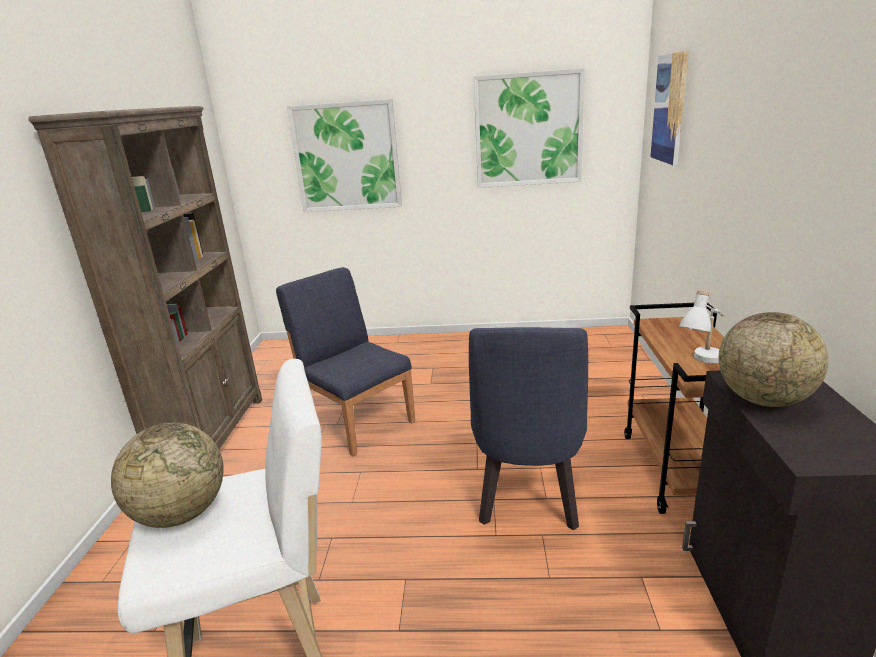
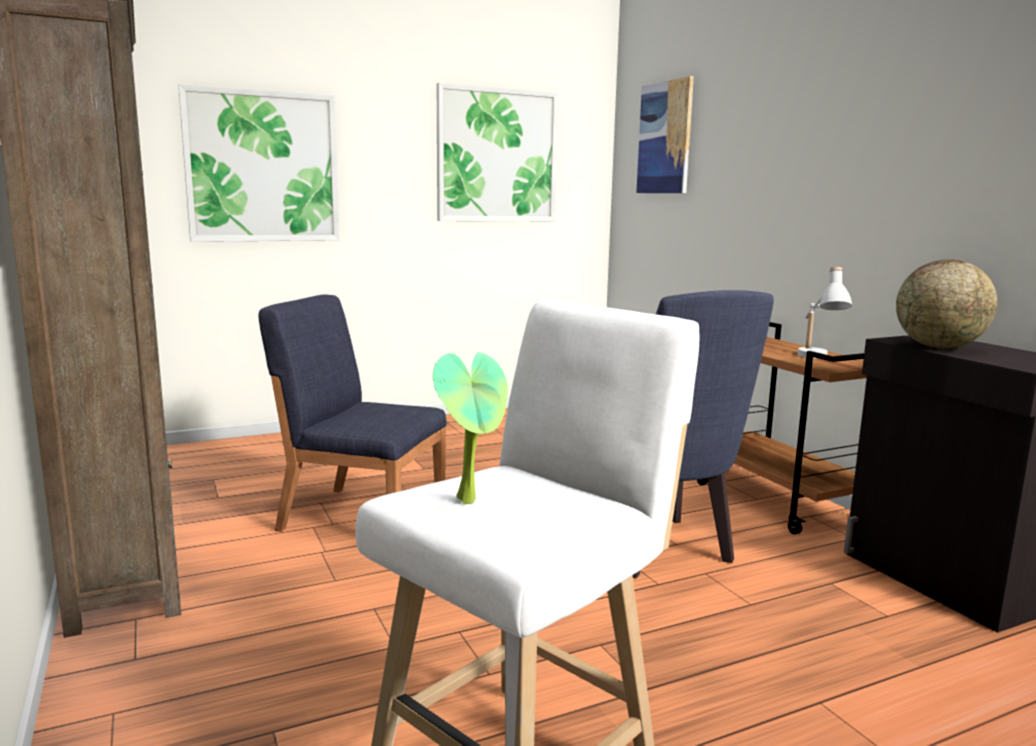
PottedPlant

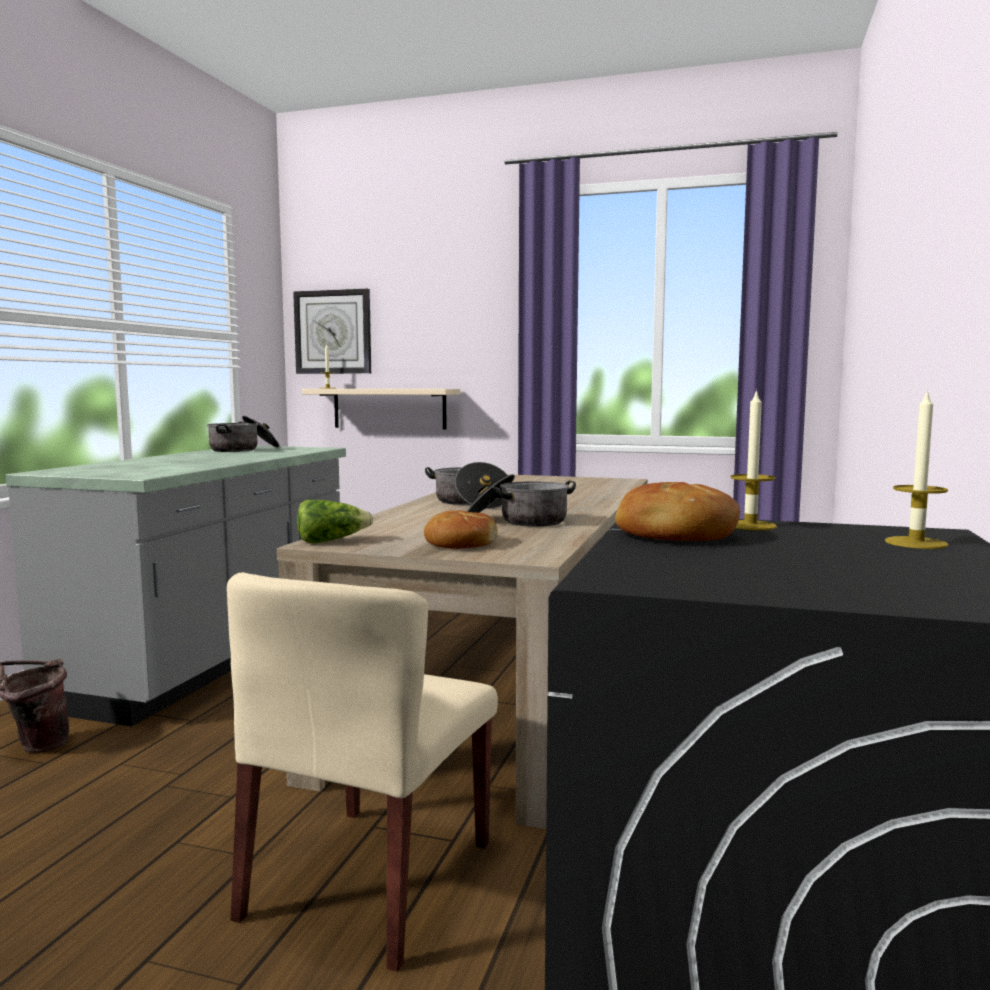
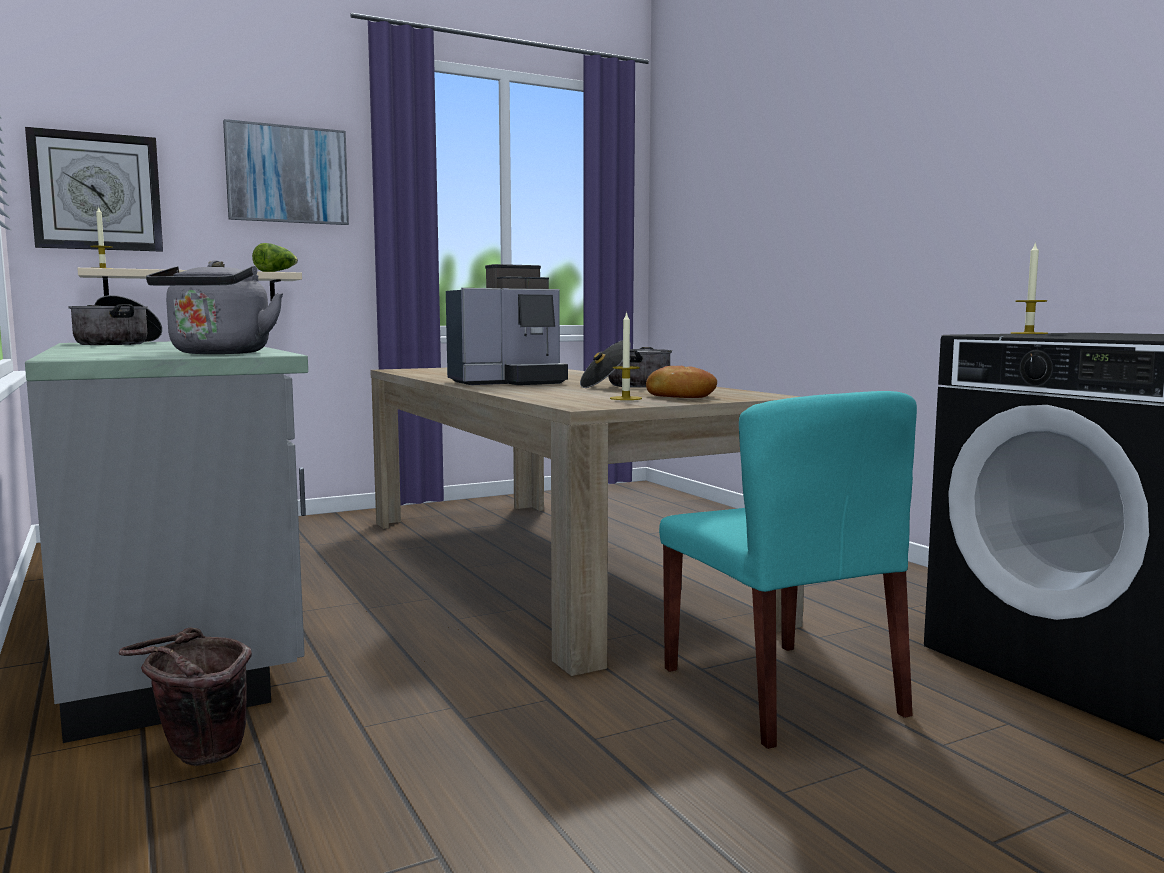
Bread (2nd from left in the first image)
GreyKettle
Picture
Lettuce
Candle (2nd from left)
CoffeeMachine
TurquoiseChair

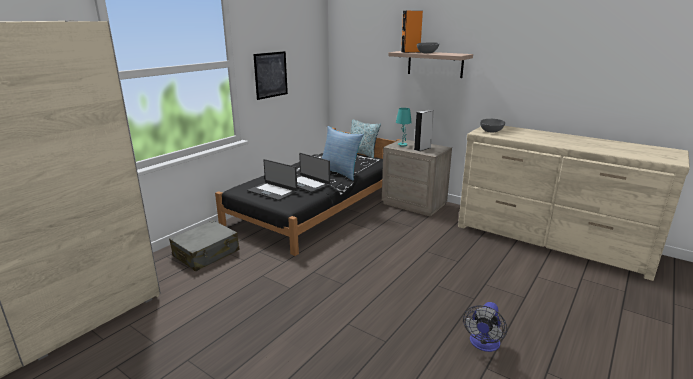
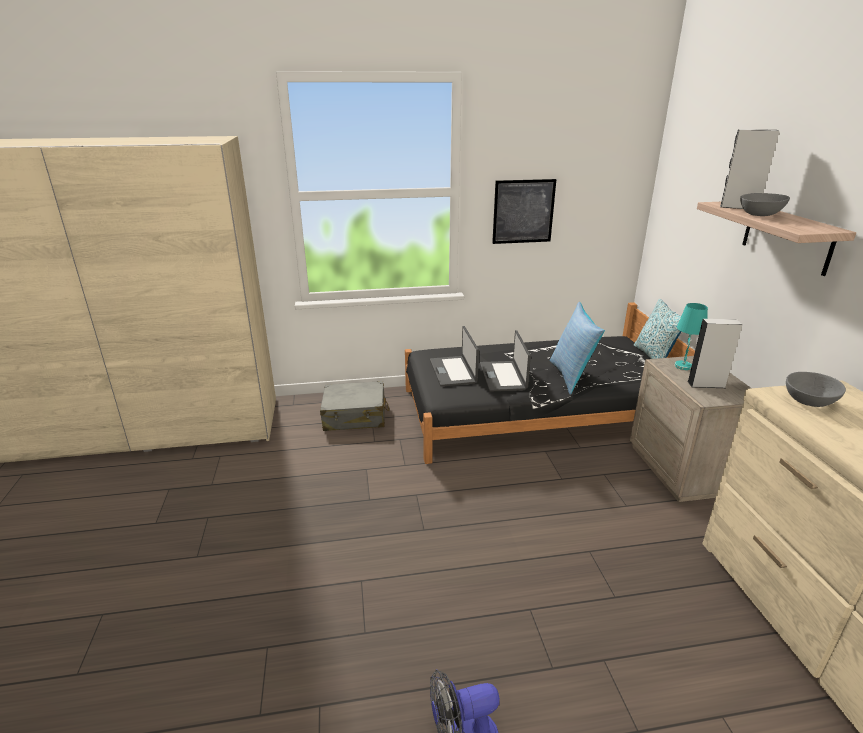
GreySpeaker (2nd from left)

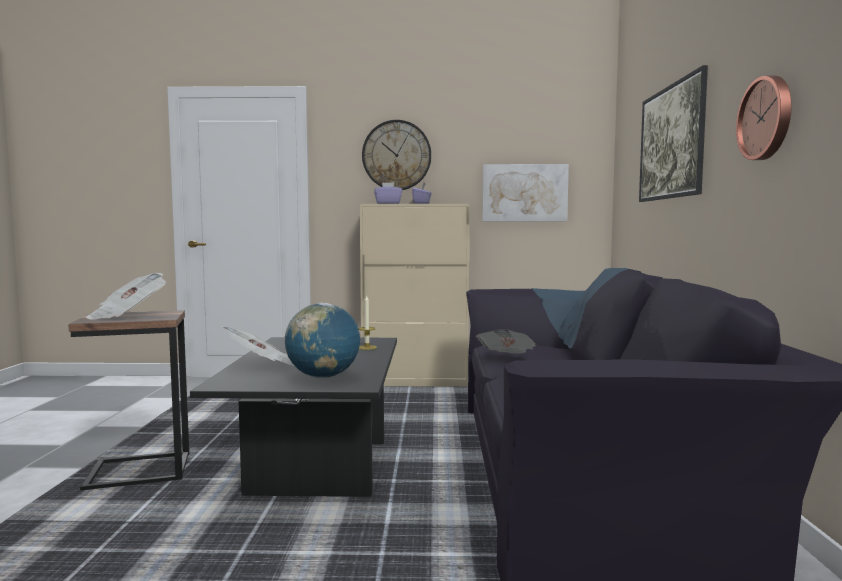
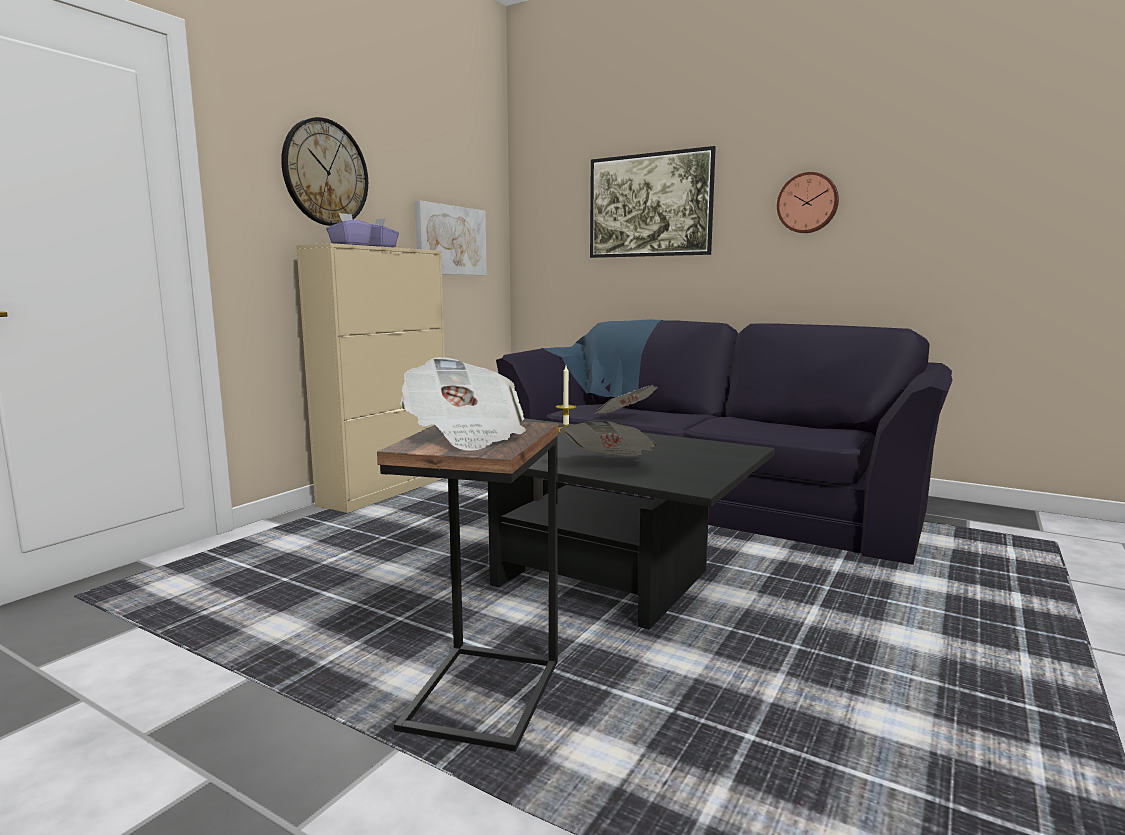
Globe

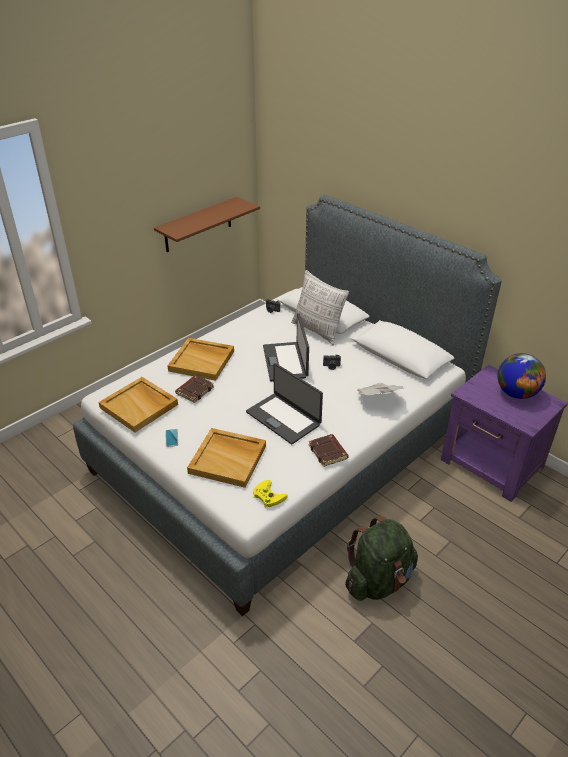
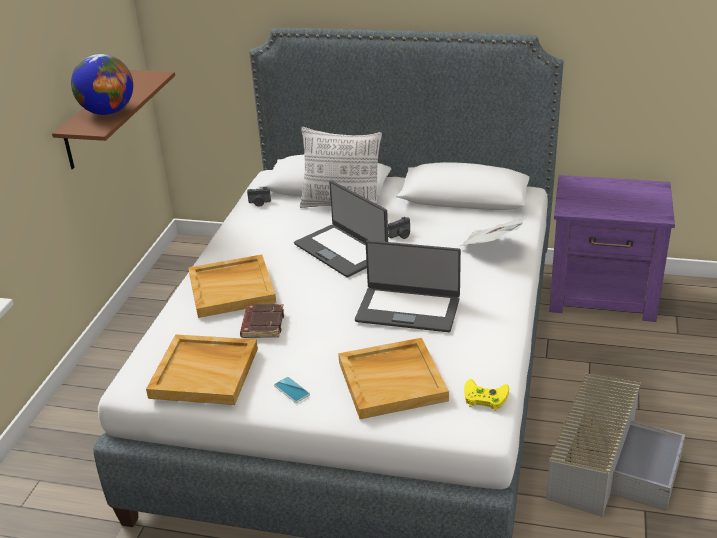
BrownBook (2nd from left in the first image)
Globe
GreyStorageBox

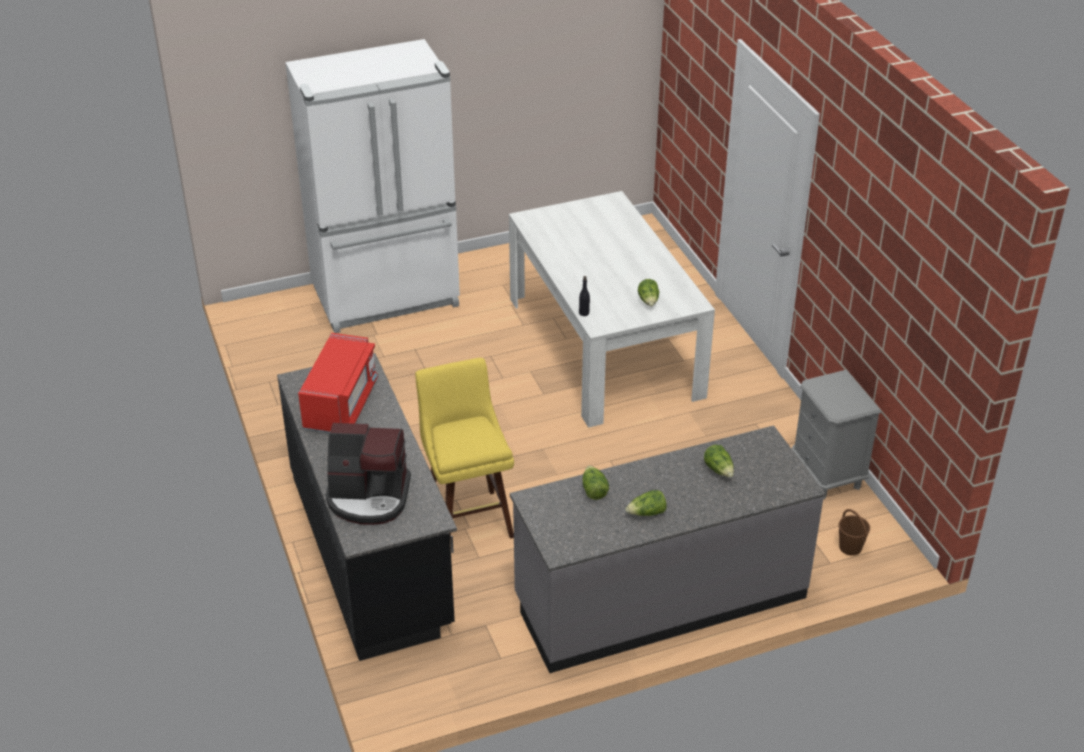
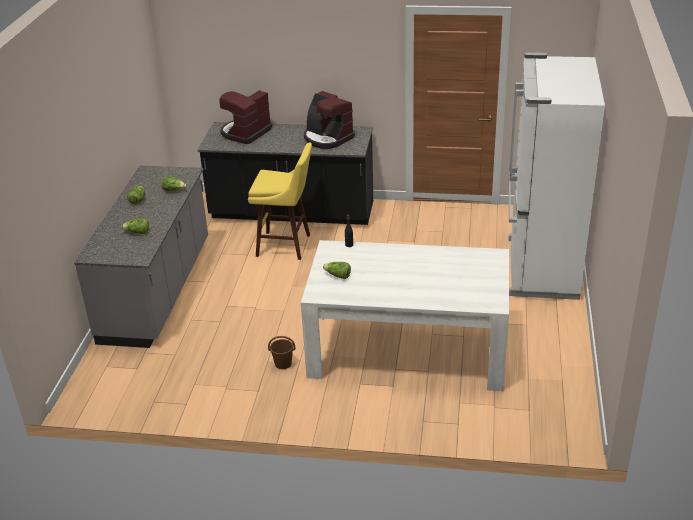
GreyNightstand
BrownBucket
CoffeeMachine (2nd from left)

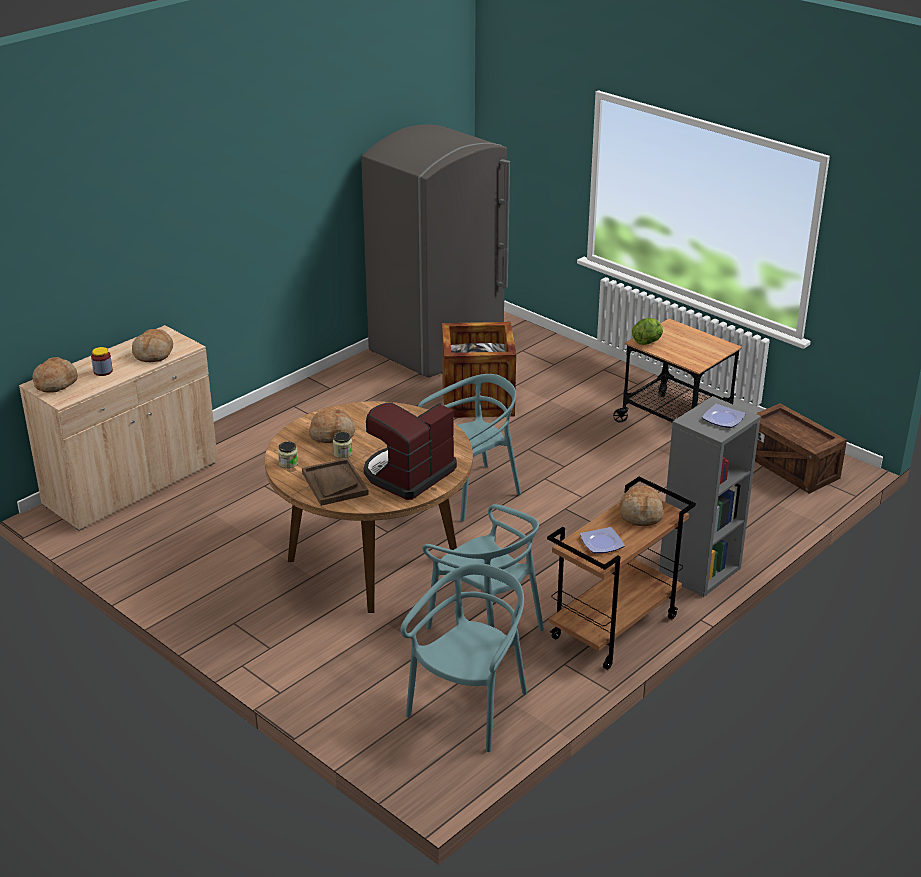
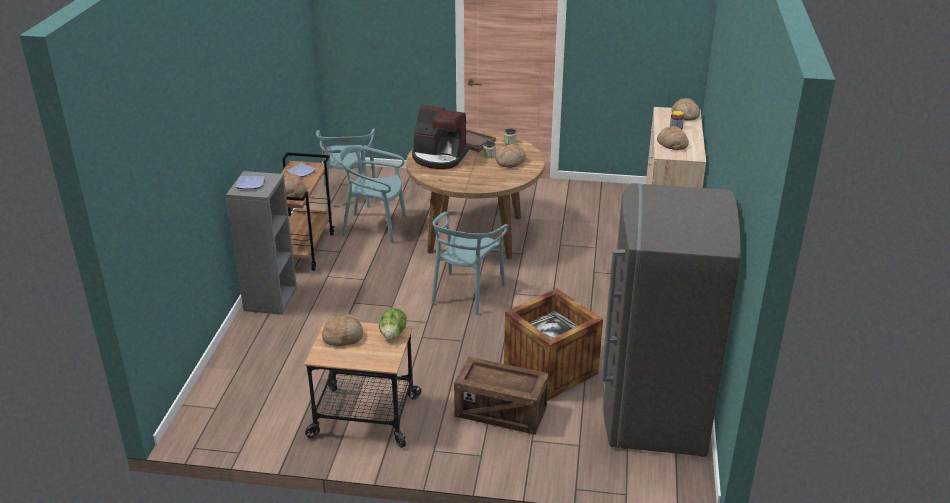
Bread (2nd from left)
Crate (1st from left)
CoffeeMachine

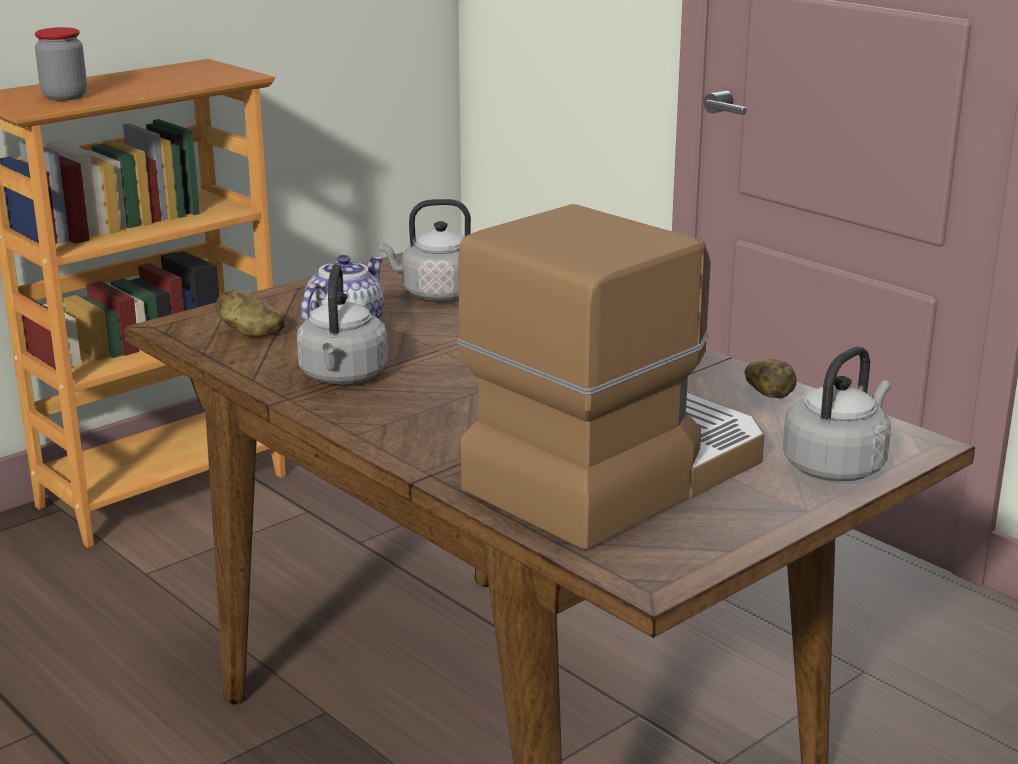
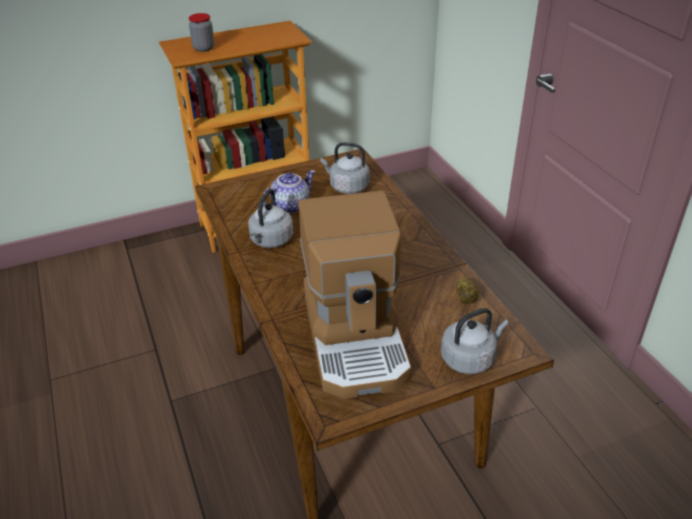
Potato (1st from left in the first image)
CoffeeMachine

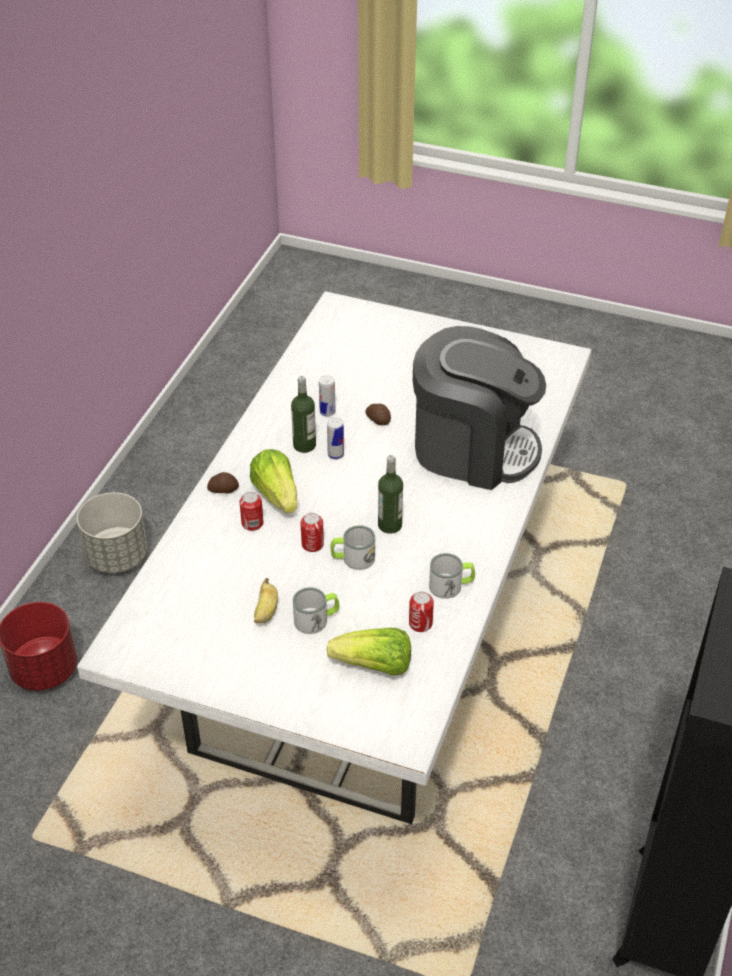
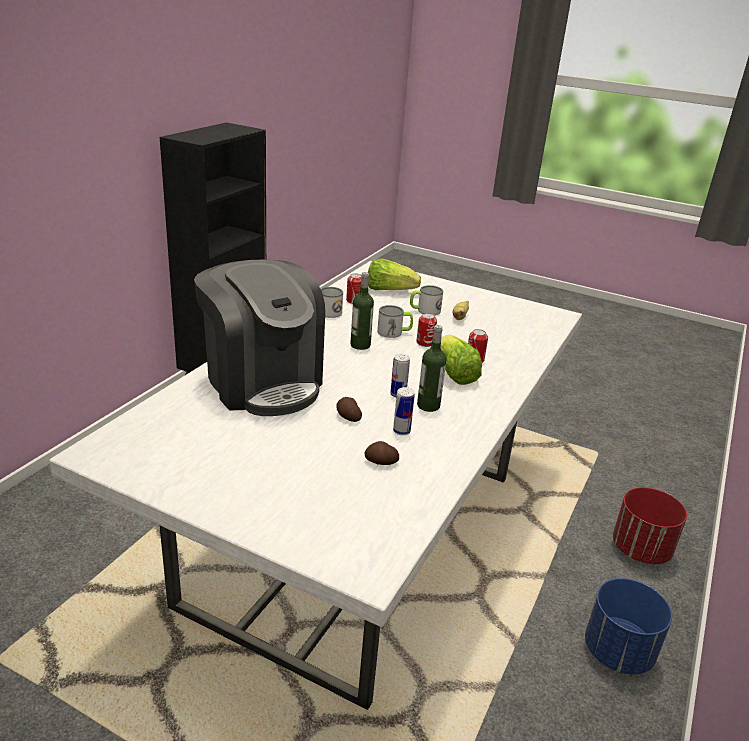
Potato (2nd from left)
BluePlanter
CoffeeMachine

